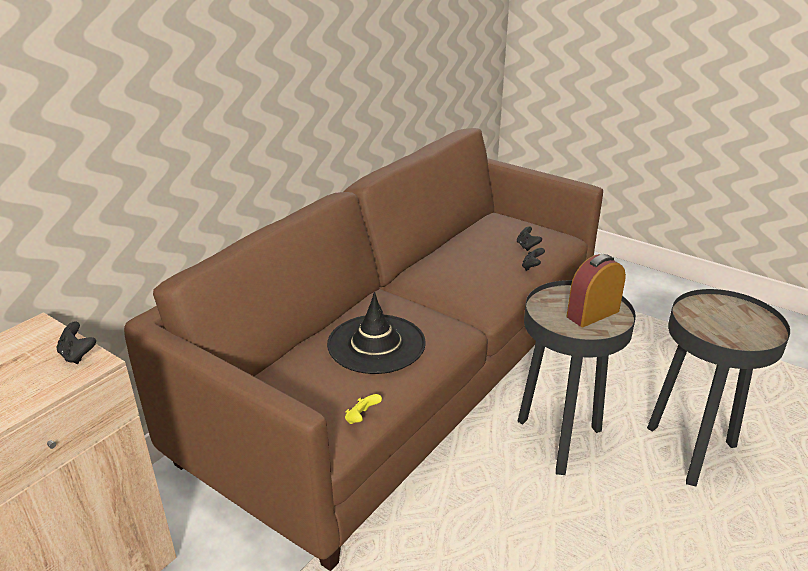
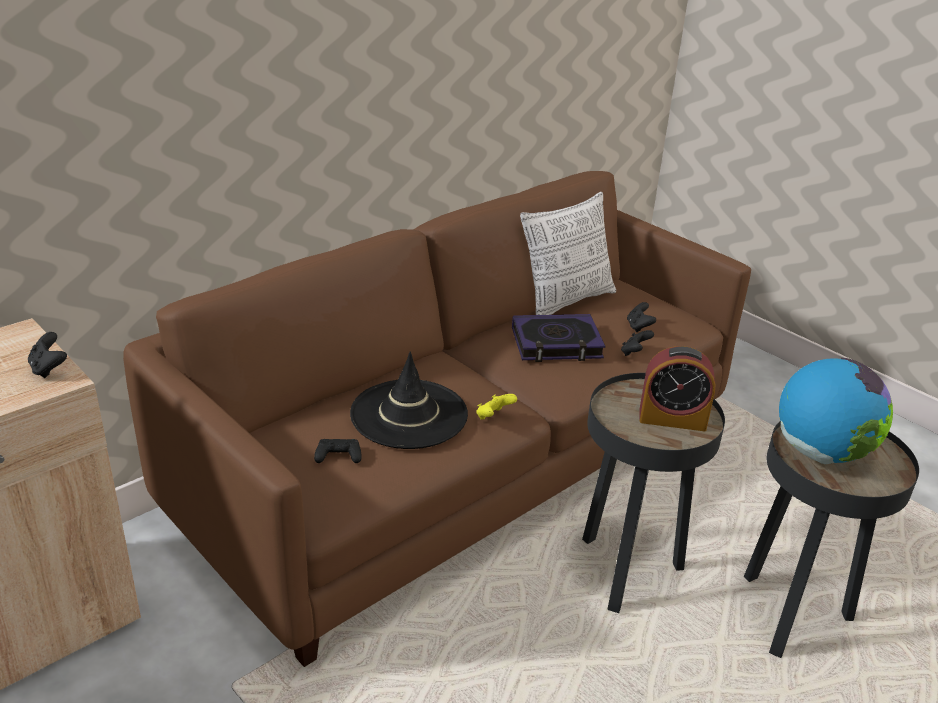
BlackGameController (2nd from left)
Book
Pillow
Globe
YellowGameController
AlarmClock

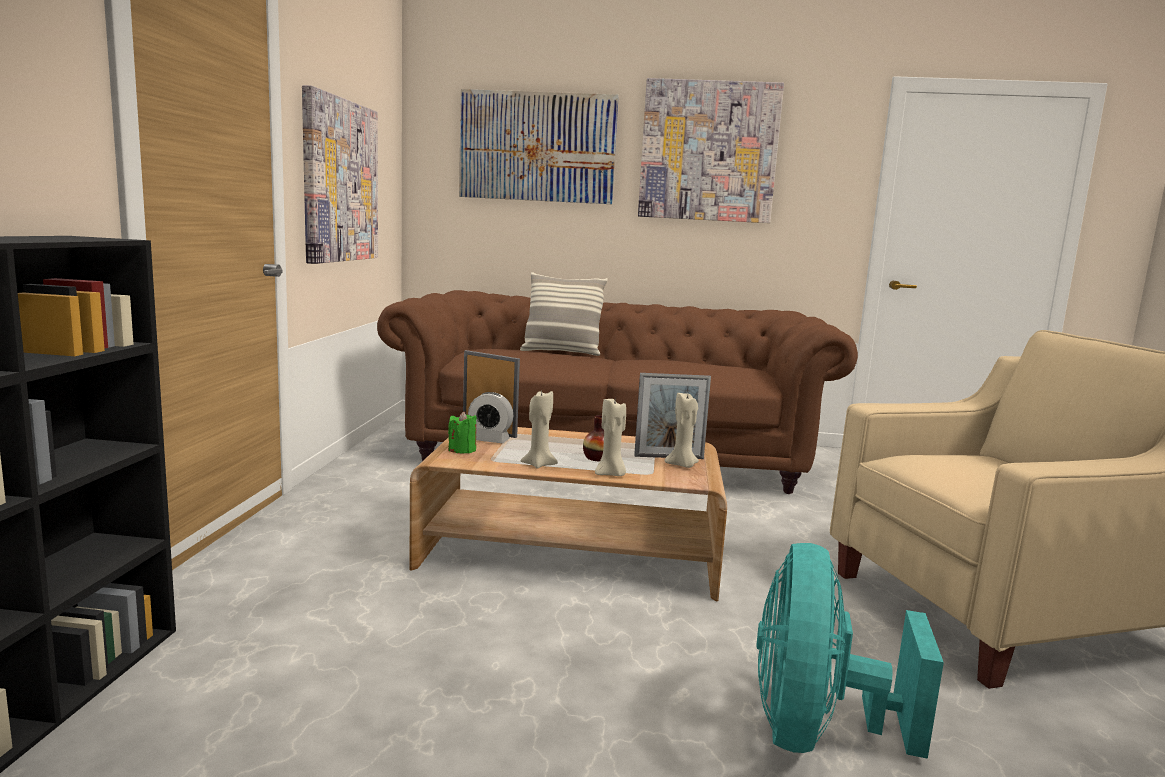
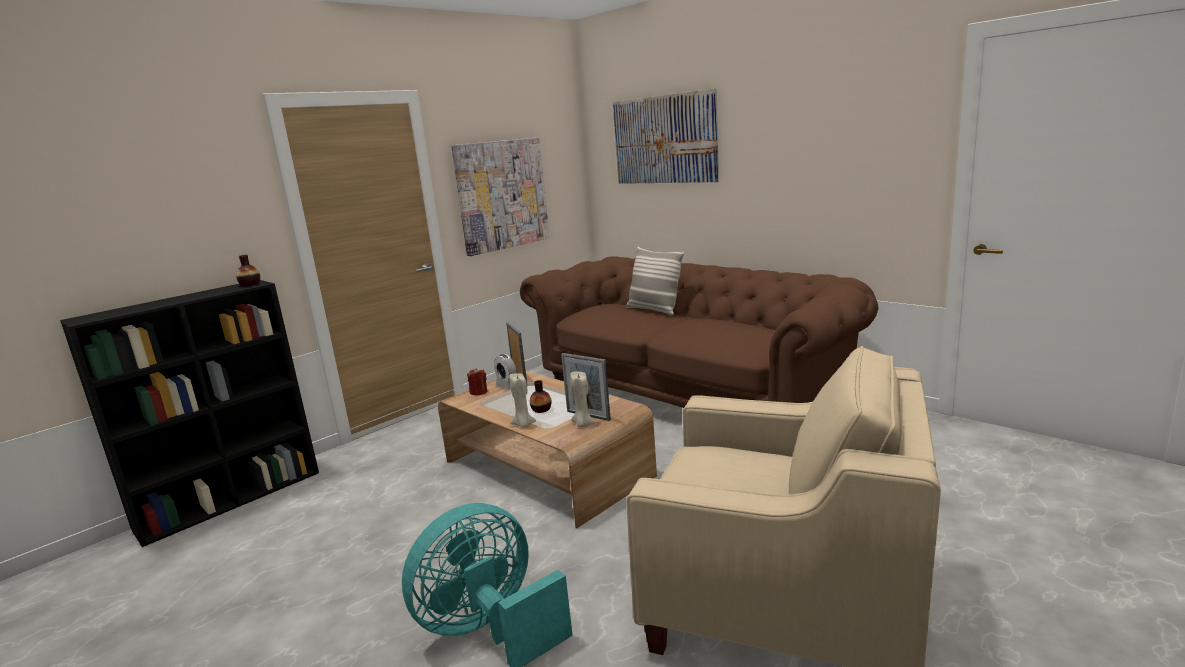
BeigeCandle (1st from left in the first image)
Picture (3rd from left in the first image)
Vase (1st from left)
RedCandle

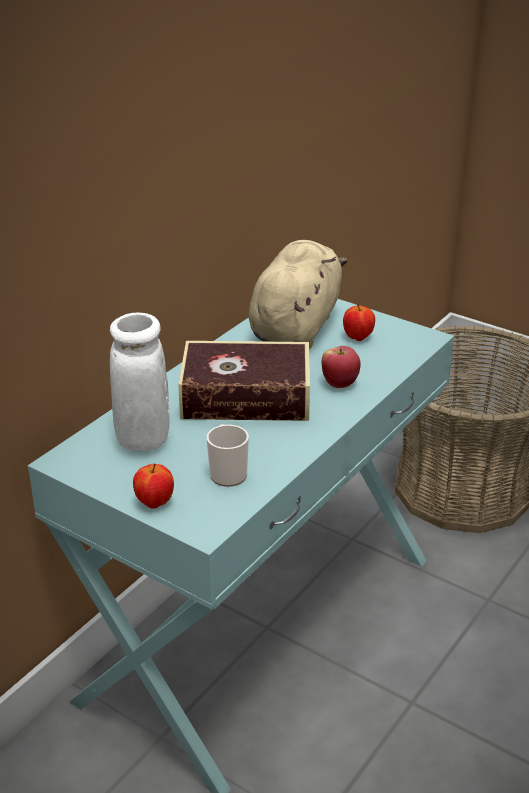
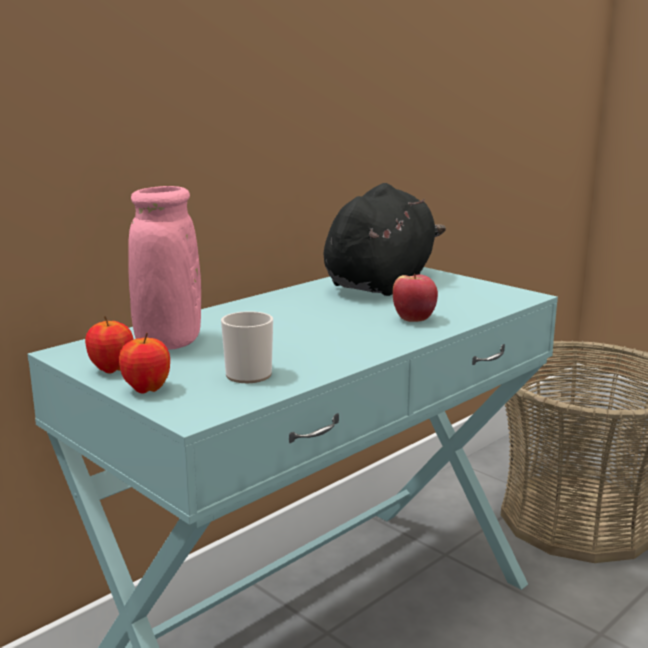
Book
Apple (1st from left)
PinkVase
BlackPlushToy

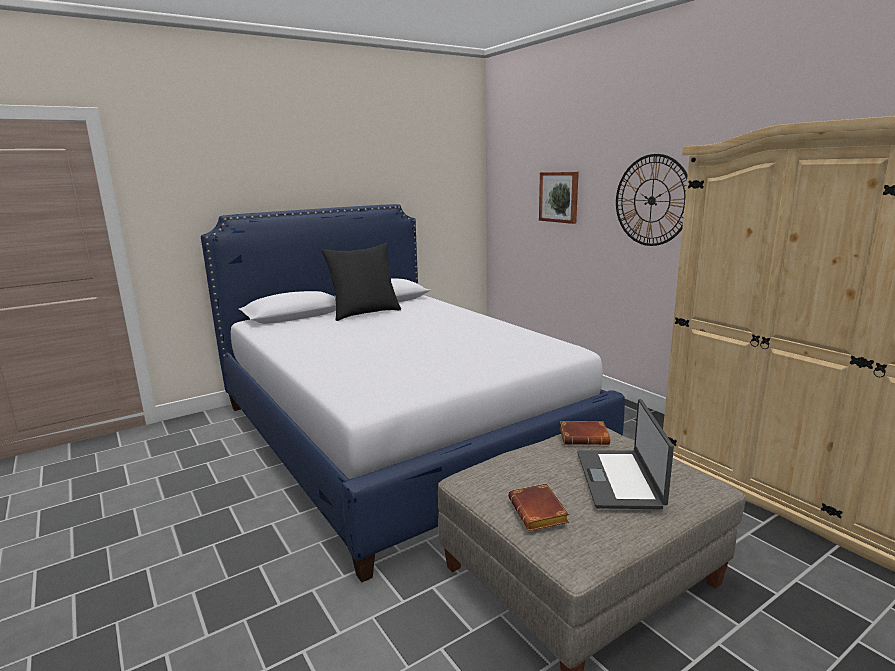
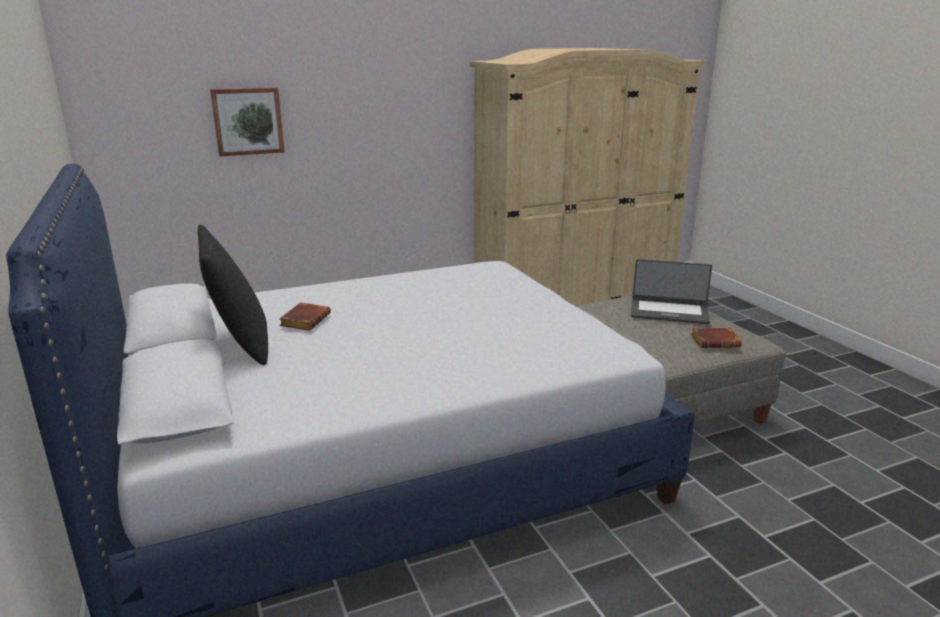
WallClock
BrownBook (1st from left)

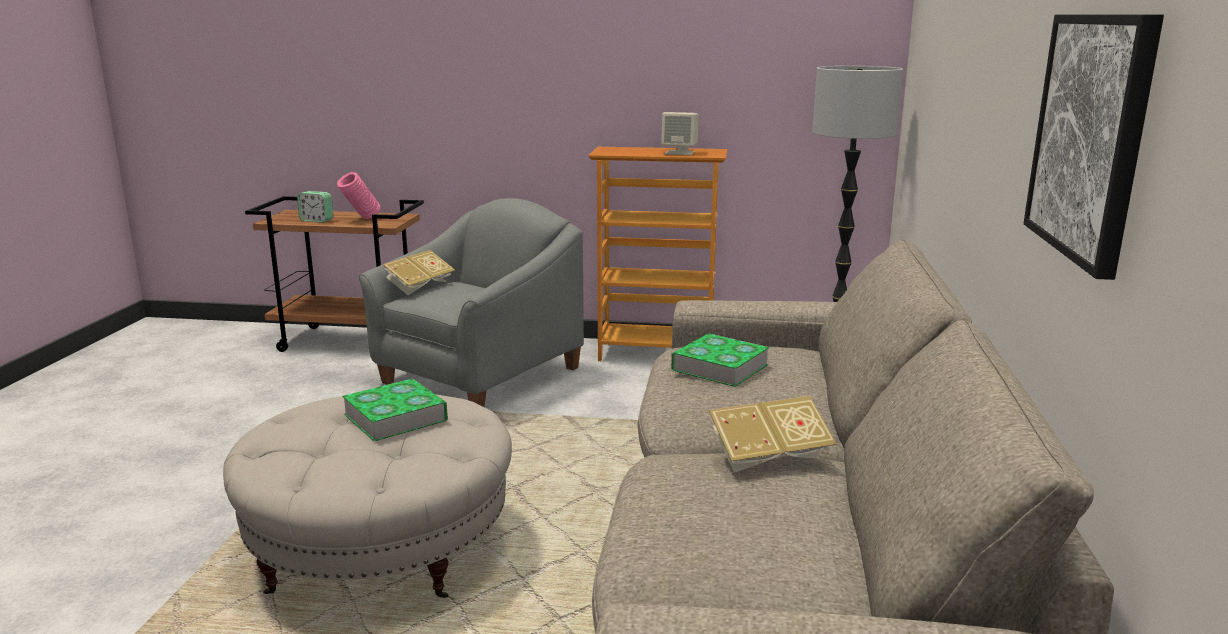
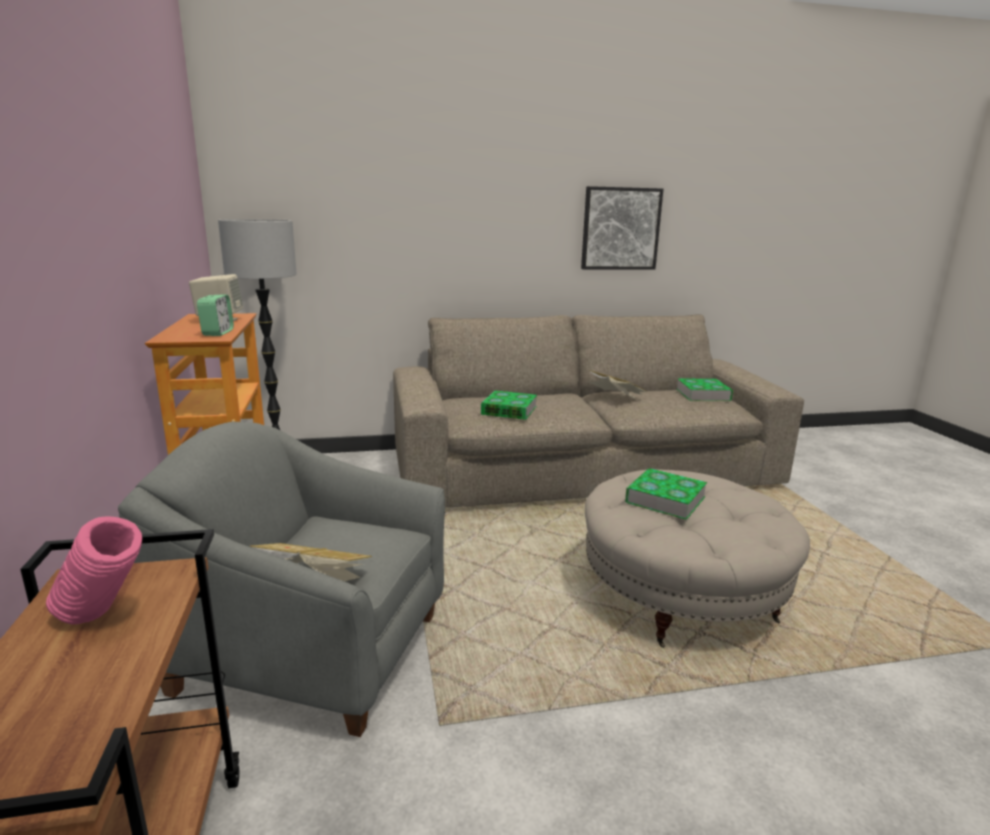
Book (5th from left)
AlarmClock

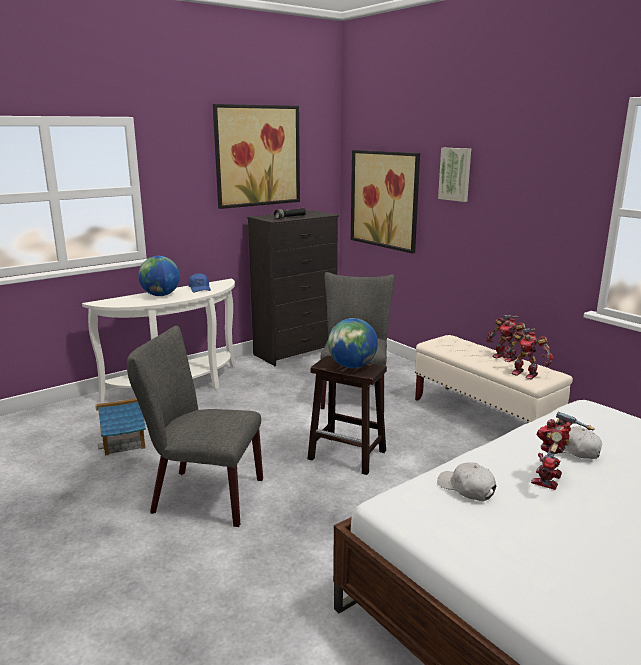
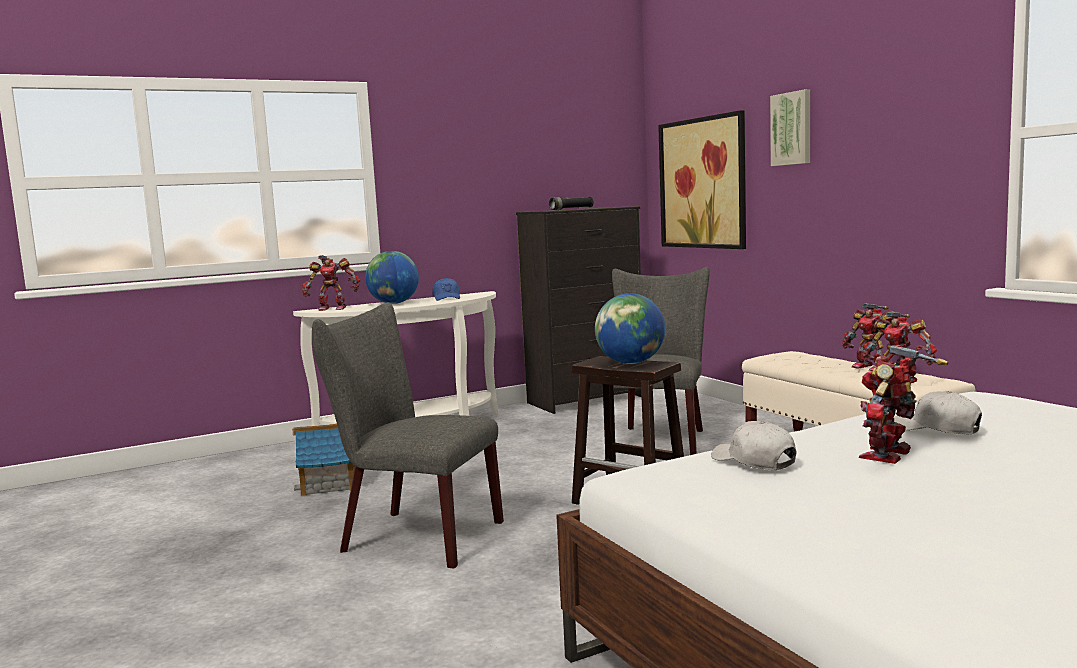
Picture (1st from left in the first image)
ToyRobot (1st from left)

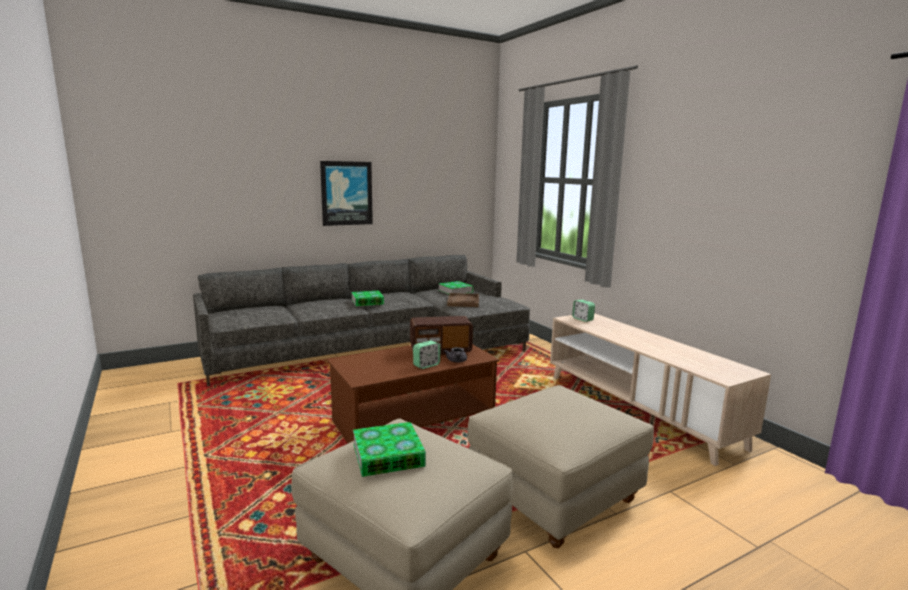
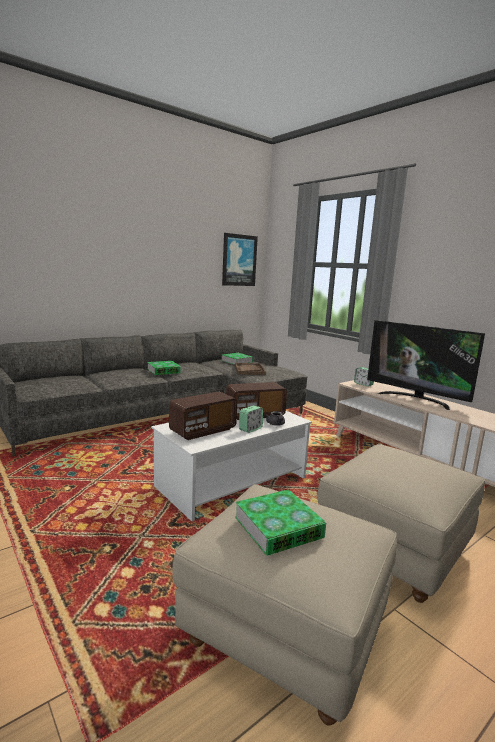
Radio (1st from left)
Television
Picture
WhiteCoffeeTable

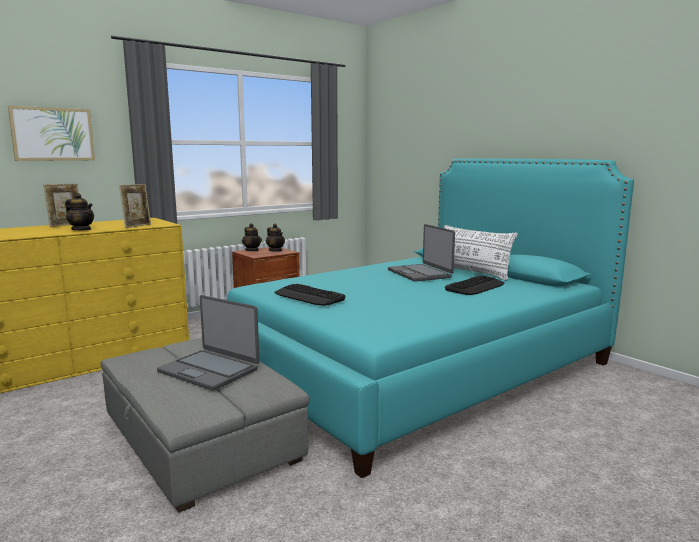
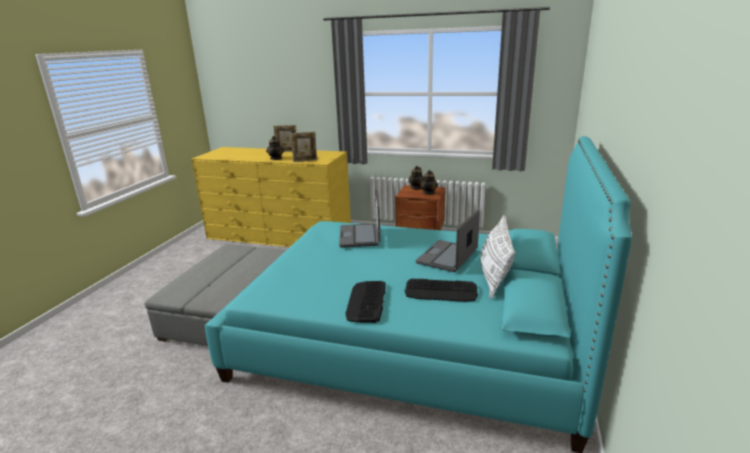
Picture
Laptop (1st from left)
Keyboard (1st from left)

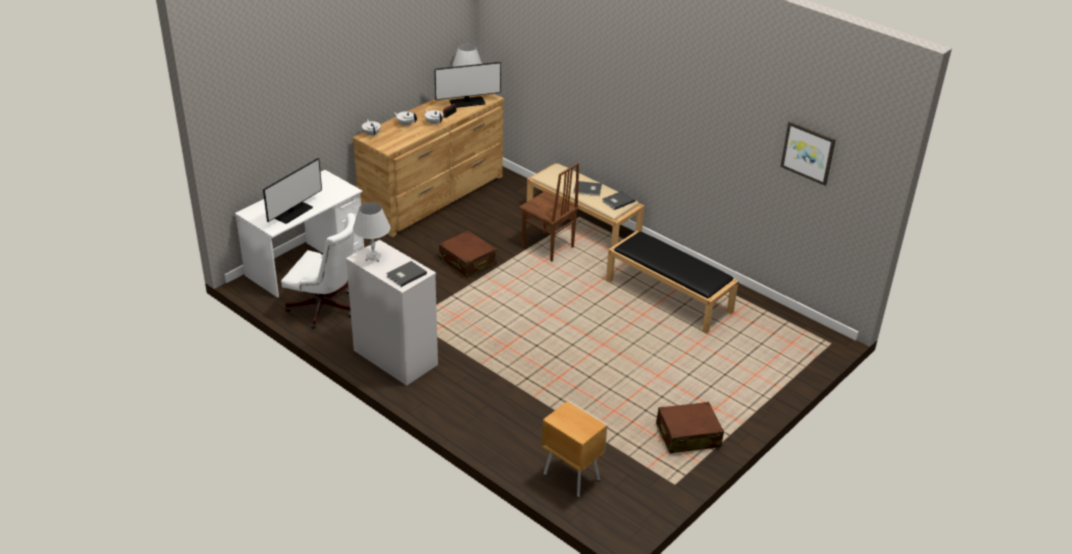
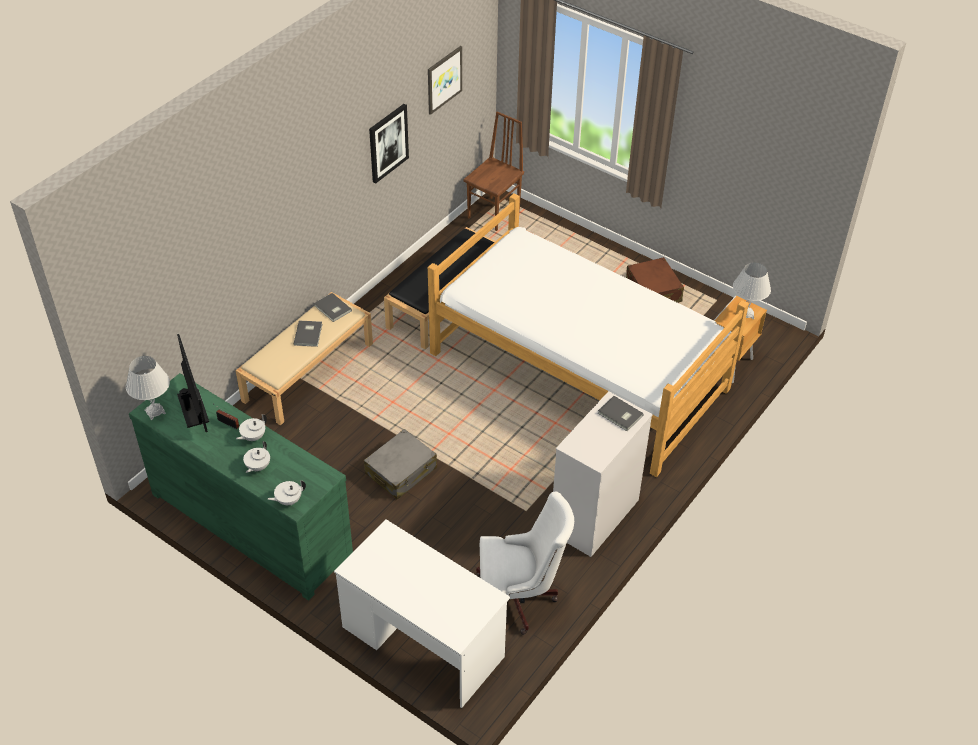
Monitor (1st from left in the first image)
Picture (1st from left)
Bed
WhiteTableLamp (2nd from left)
BrownChair
GreenDresser
GreySuitcase
WhiteOfficeChair

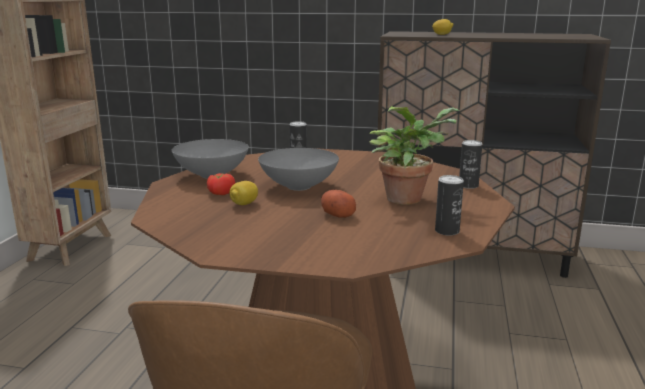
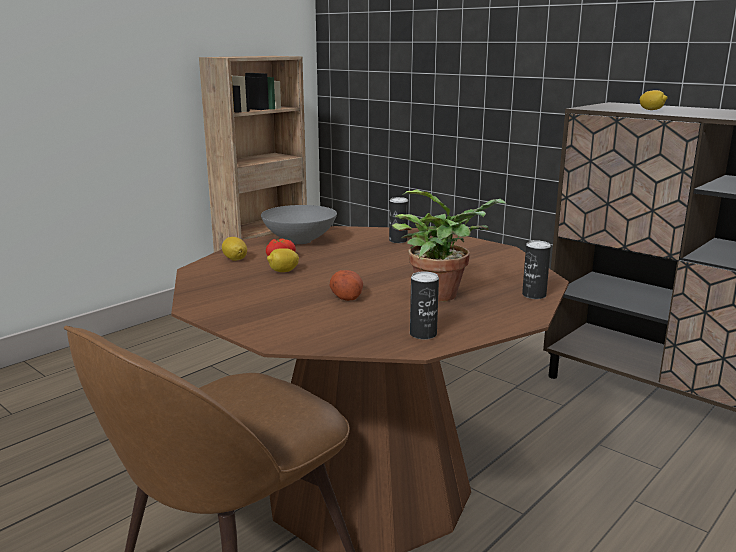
GreyBowl (2nd from left in the first image)
Lemon (1st from left)

